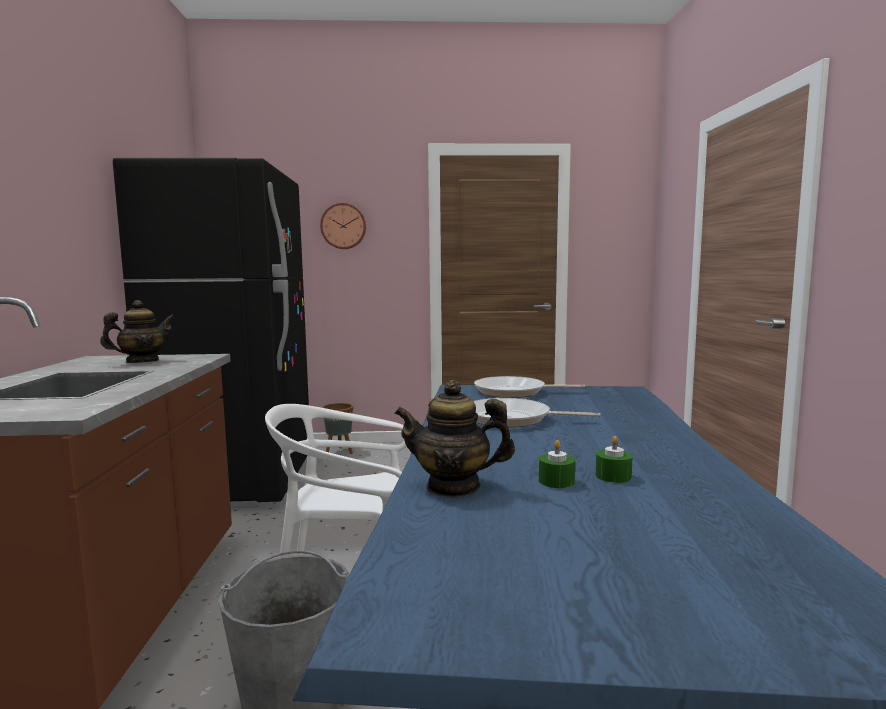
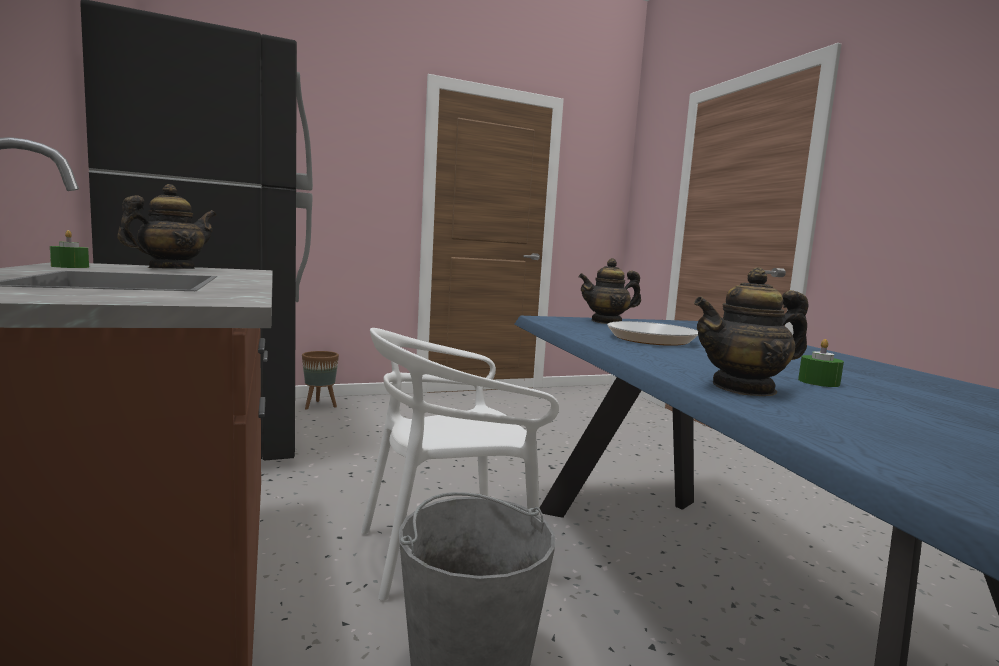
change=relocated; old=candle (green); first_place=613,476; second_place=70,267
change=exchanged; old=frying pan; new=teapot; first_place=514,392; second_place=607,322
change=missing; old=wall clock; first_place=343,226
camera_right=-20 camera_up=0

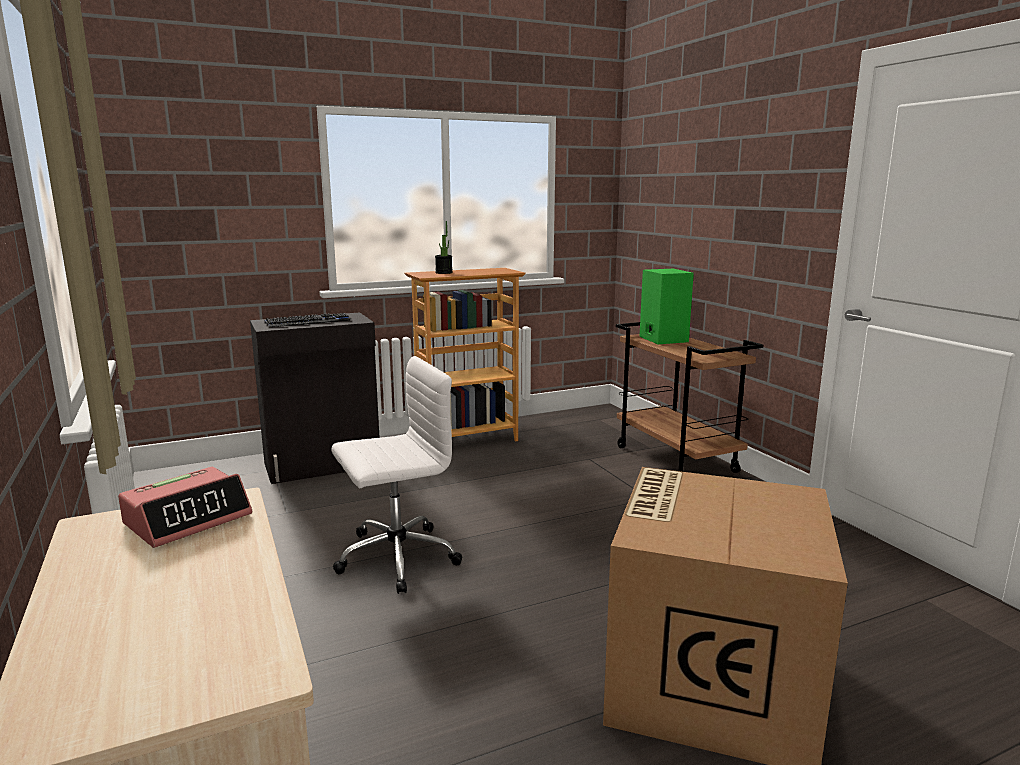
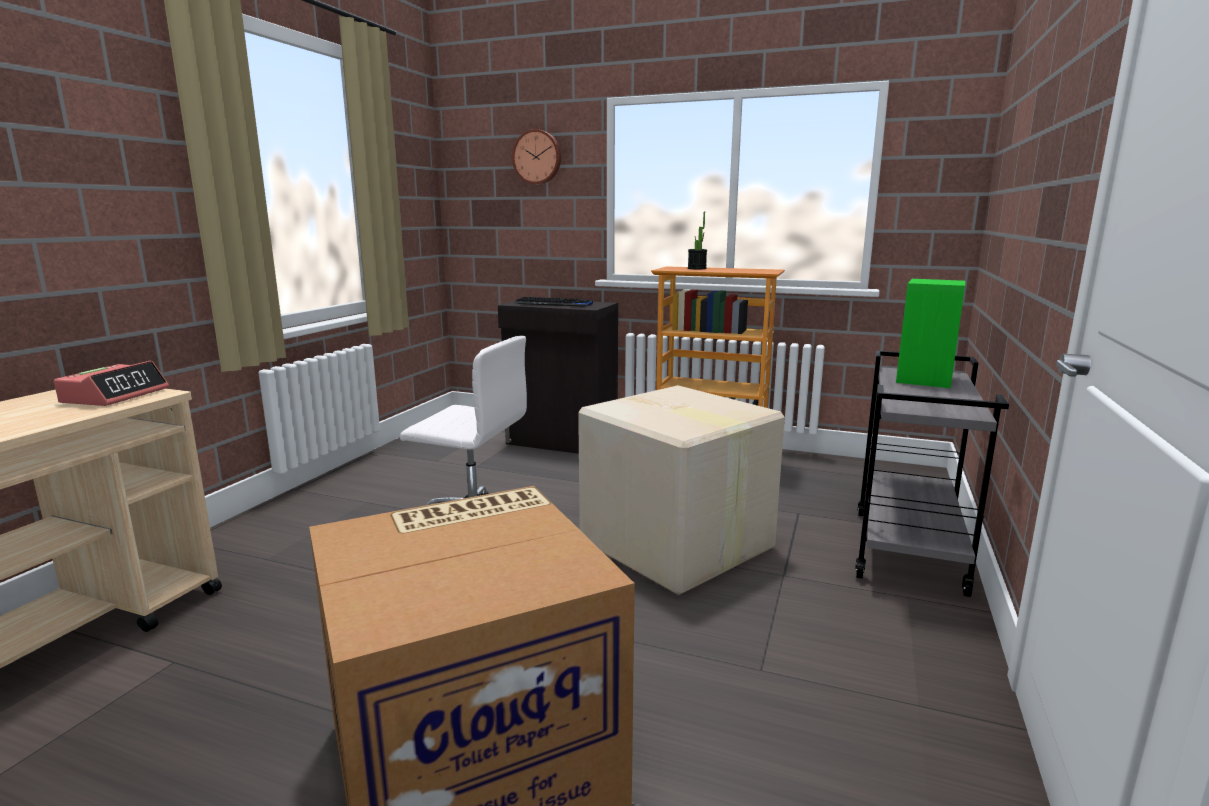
change=spun; old=alarm clock; first_place=188,519; second_place=116,396; degrees=-75
change=appeared; new=wall clock; second_place=537,157
change=appeared; new=cardboard box; second_place=676,546
change=colour; old=cart (brown); new=cart (grey); first_place=677,459; second_place=909,551
camera_right=45 camera_up=0

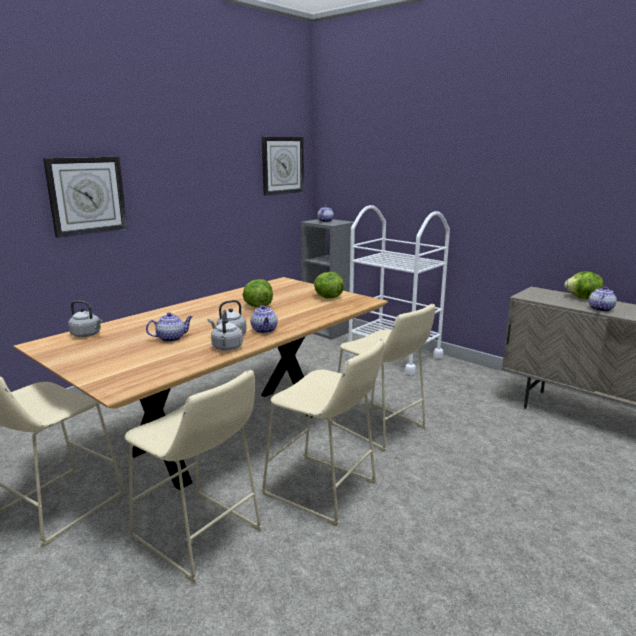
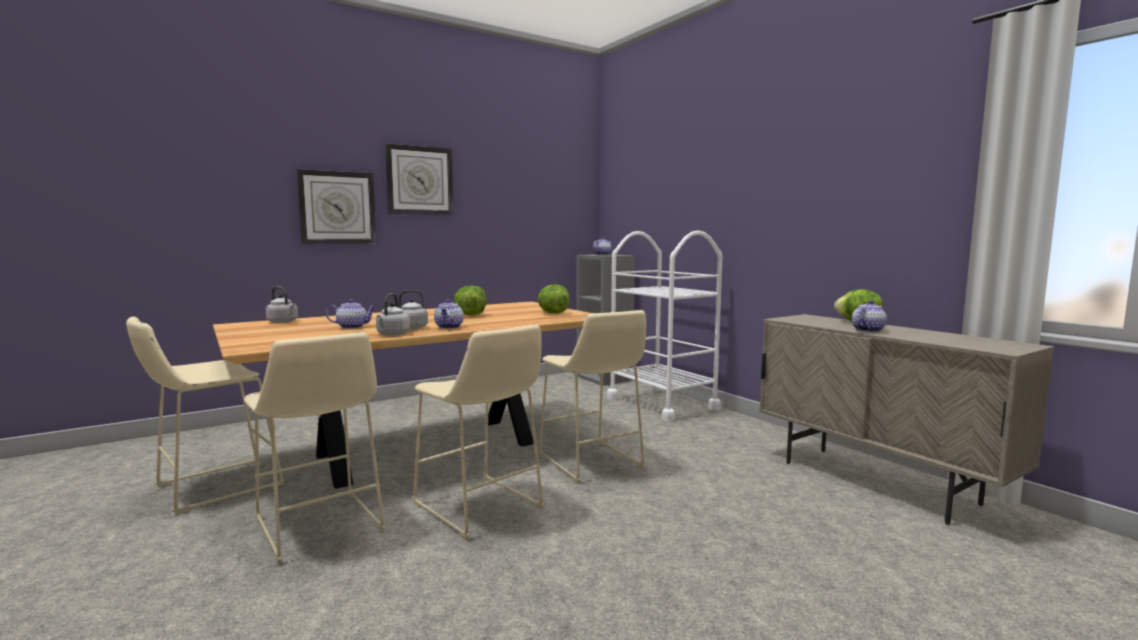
change=relocated; old=wall clock; first_place=282,165; second_place=419,180
camera_right=15 camera_up=-10

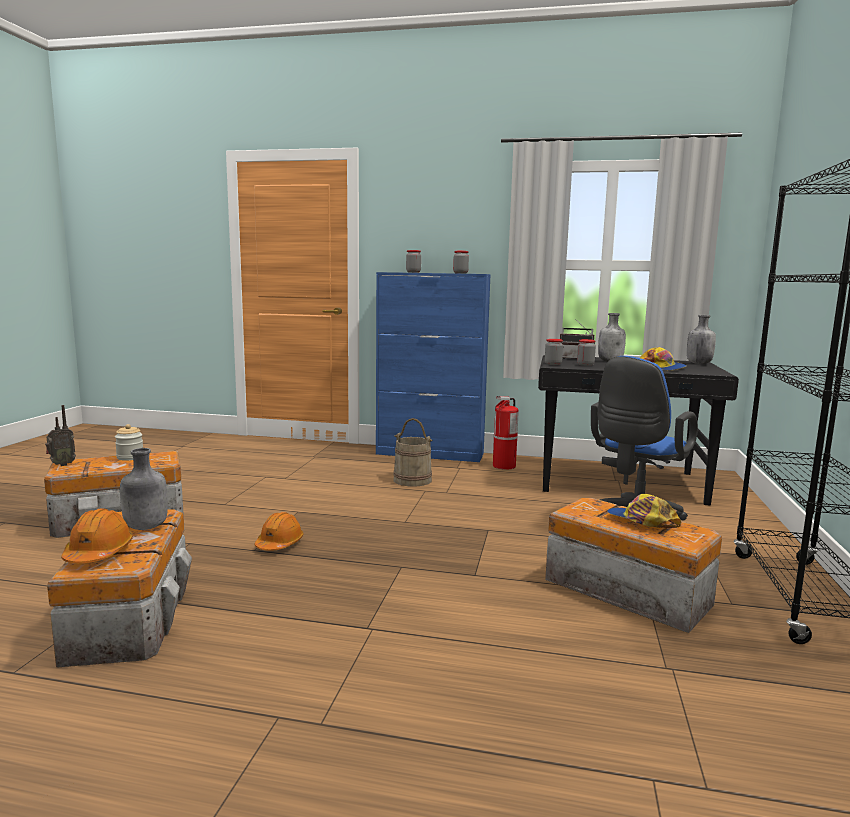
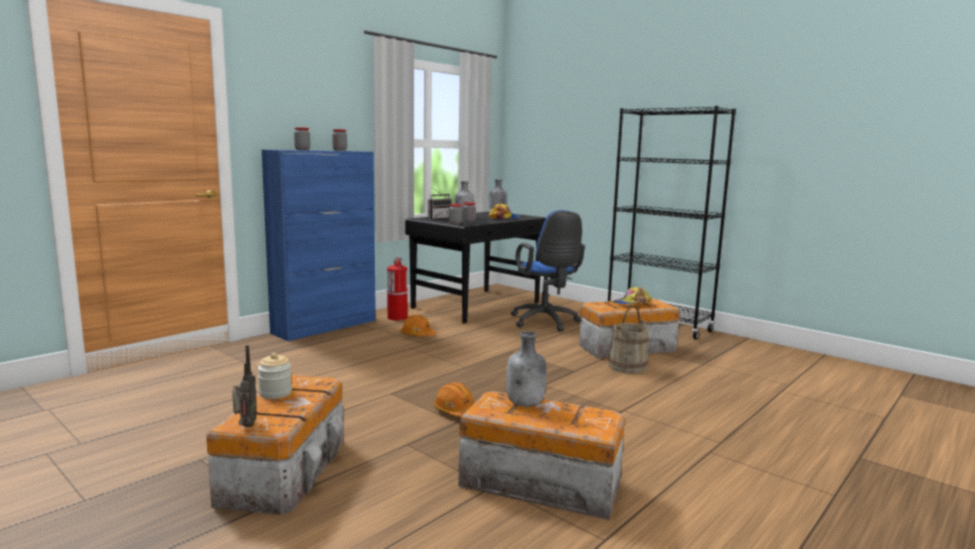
change=relocated; old=hard hat (orange); first_place=99,553; second_place=417,335
change=relocated; old=bucket (beige); first_place=412,480; second_place=627,366
camera_right=-60 camera_up=0

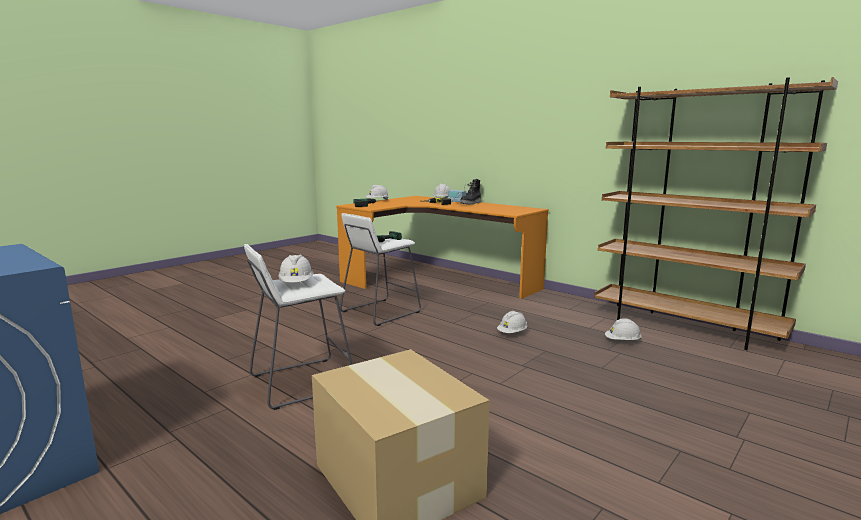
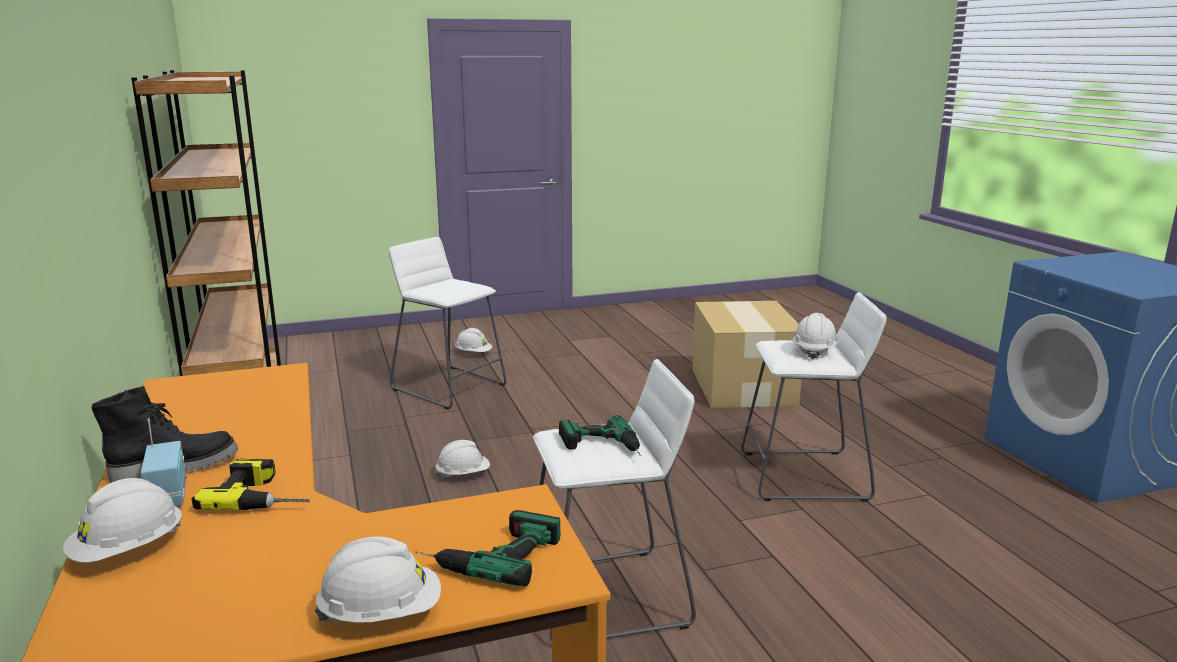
change=appeared; new=stool (white); second_place=449,387
change=relocated; old=hard hat (white); first_place=622,342; second_place=473,353
camera_right=-150 camera_up=5

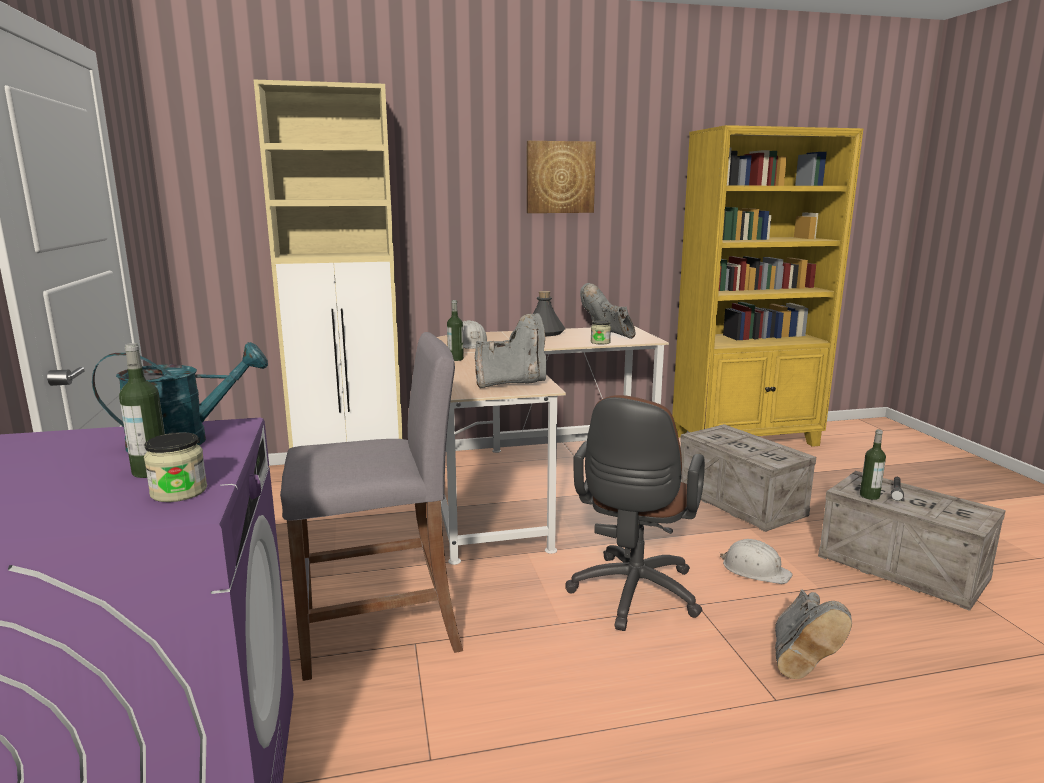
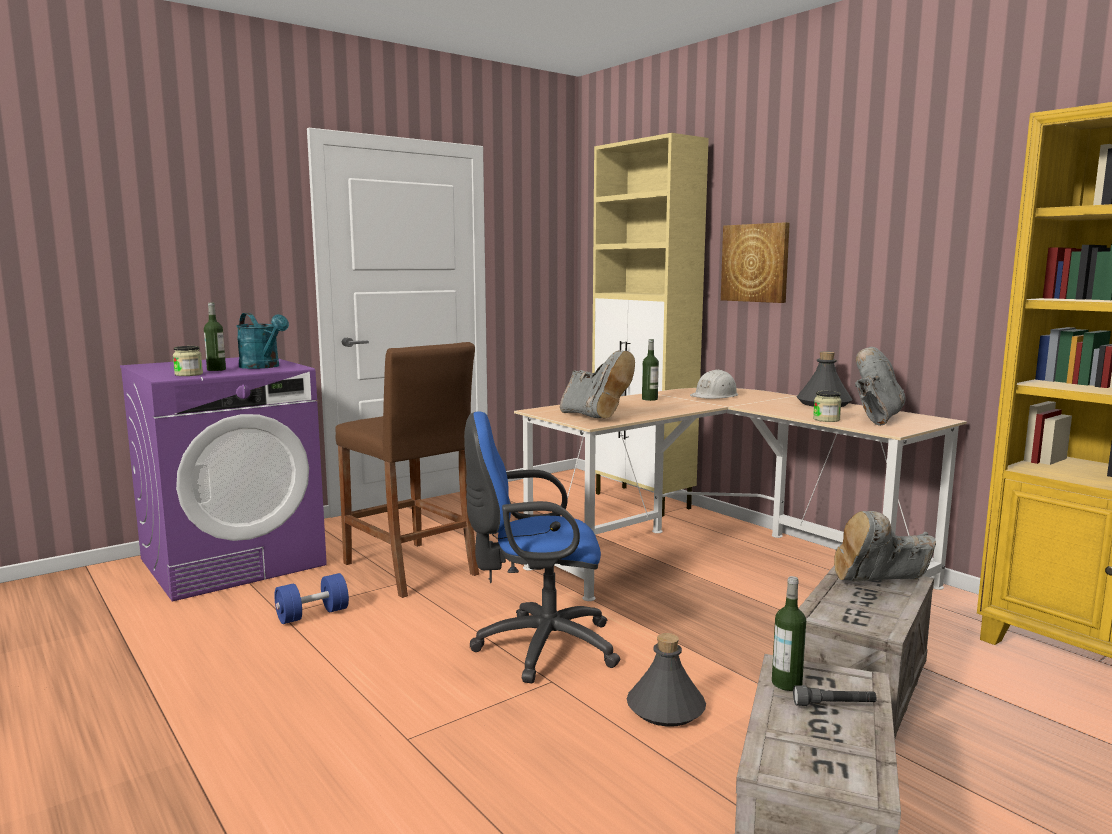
change=appeared; new=dumbbell (blue); second_place=312,615
change=colour; old=stool (grey); new=stool (brown); first_place=381,631; second_place=410,569
change=colour; old=office chair (brown); new=office chair (blue); first_place=632,596; second_place=538,647
change=exchanged; old=hard hat (white); new=bottle (grey); first_place=755,570; second_place=666,709
change=relocated; old=picture; first_place=560,177; second_place=755,263
change=relocated; old=boot (grey); first_place=800,661; second_place=879,586
camera_right=65 camera_up=-5

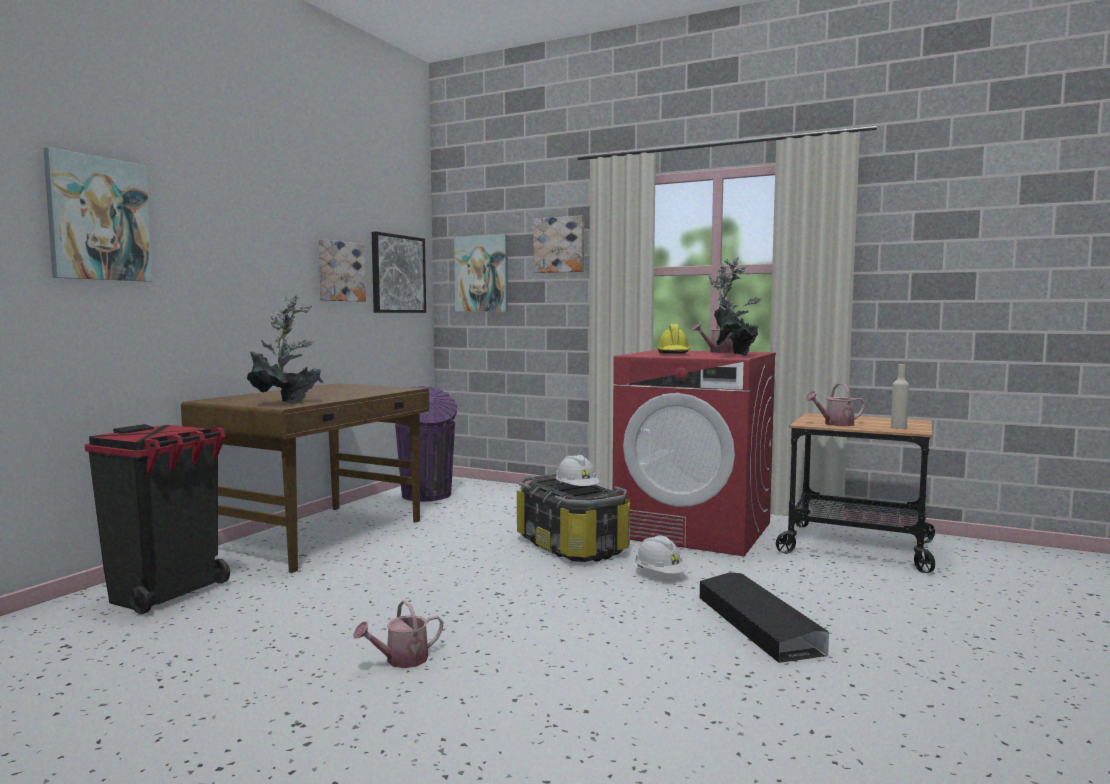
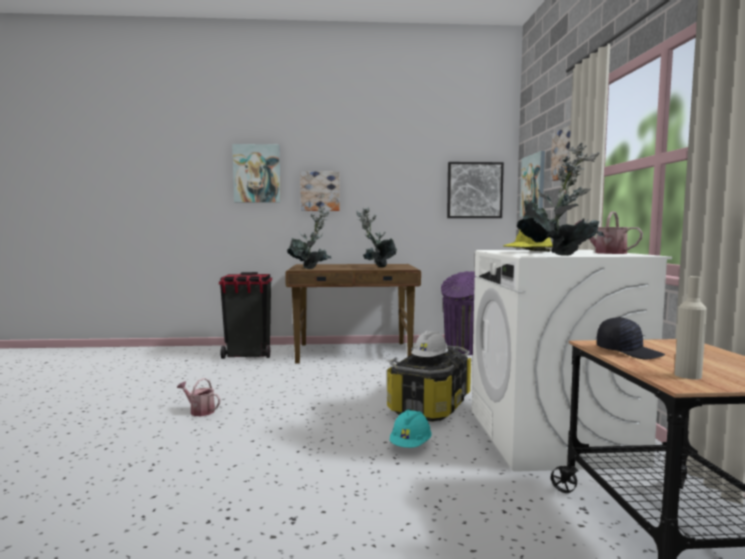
change=relocated; old=picture; first_place=340,271; second_place=320,191
change=appeared; new=potted plant; second_place=376,267
change=colour; old=hard hat (white); new=hard hat (turquoise); first_place=660,574; second_place=410,445
change=colour; old=washing machine (red); new=washing machine (white); first_place=694,530; second_place=551,437
change=exchanged; old=watering can; new=cap (black); first_place=835,424; second_place=628,352
change=missing; old=storage box (black); first_place=757,624
camera_right=60 camera_up=0

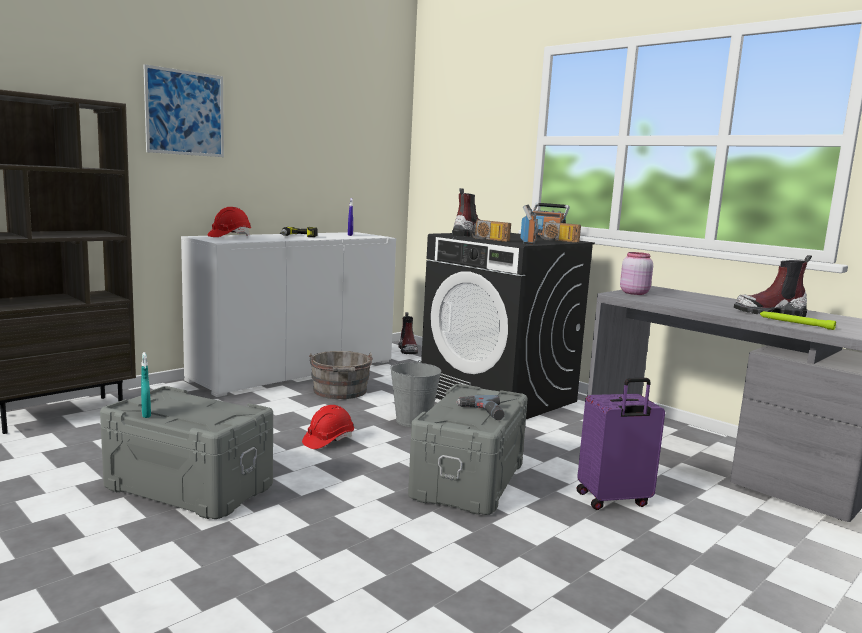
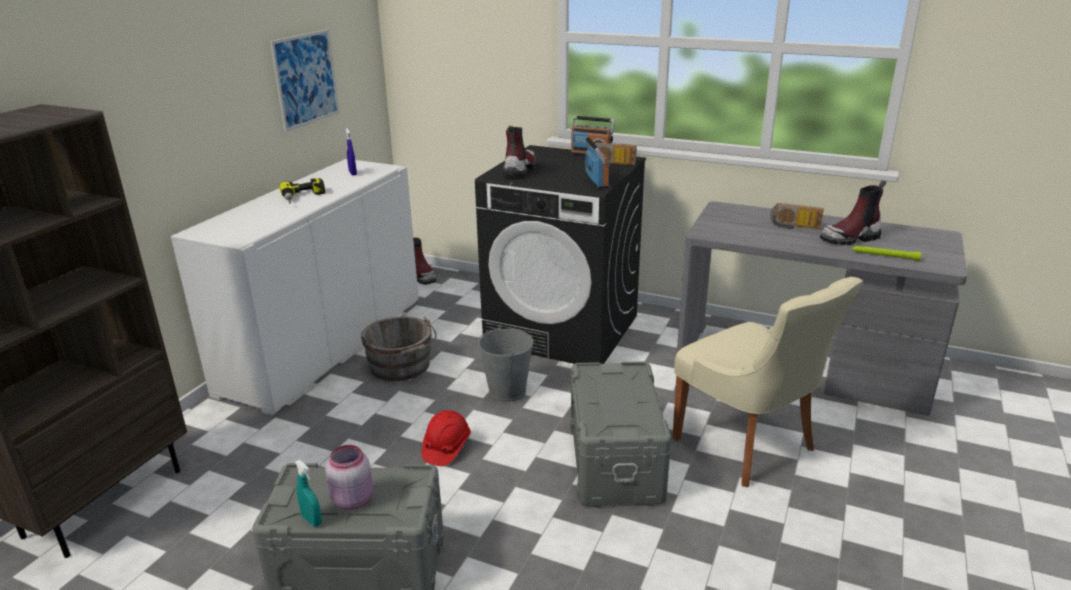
change=relocated; old=picture; first_place=185,113; second_place=306,79
change=relocated; old=jar (pink); first_place=634,293; second_place=352,499
change=exchanged; old=suitcase (purple); new=chair (beige); first_place=613,500; second_place=747,446
change=relocated; old=radio; first_place=488,239; second_place=794,226
change=missing; old=hard hat (red); first_place=229,236
change=missing; old=power drill; first_place=482,413
camera_right=-20 camera_up=15

